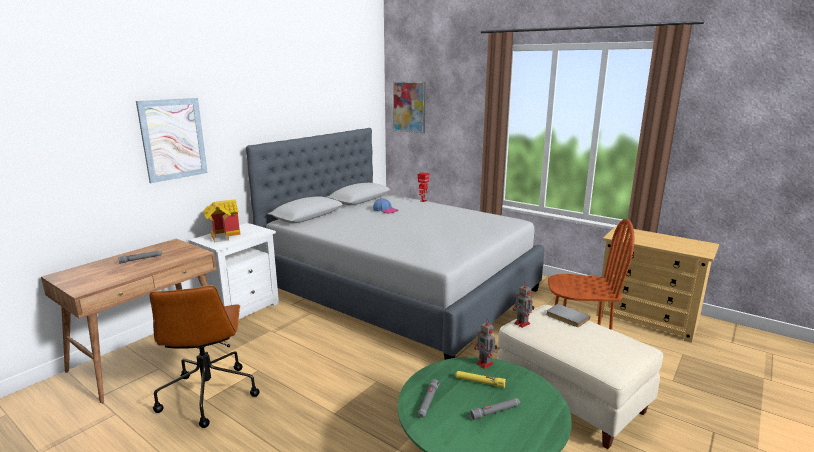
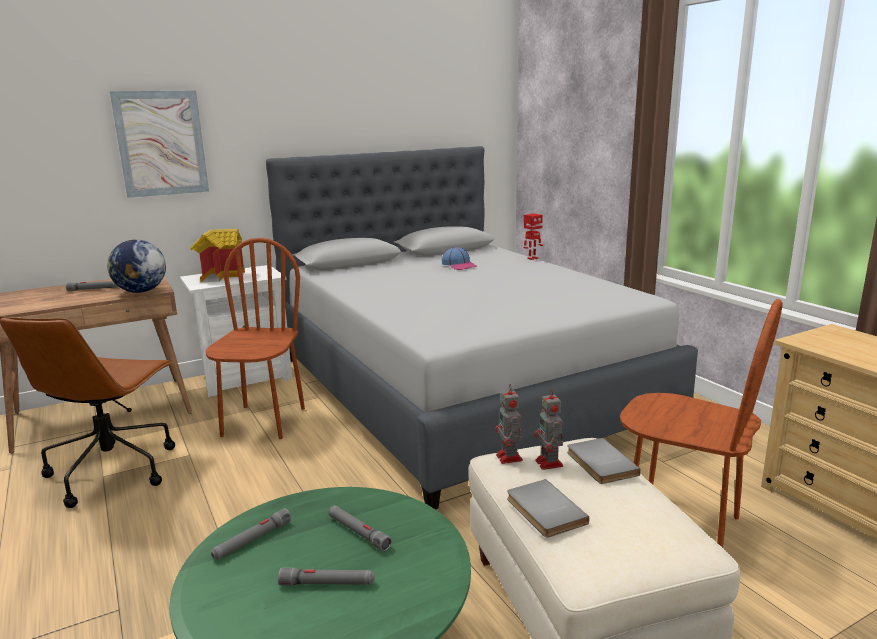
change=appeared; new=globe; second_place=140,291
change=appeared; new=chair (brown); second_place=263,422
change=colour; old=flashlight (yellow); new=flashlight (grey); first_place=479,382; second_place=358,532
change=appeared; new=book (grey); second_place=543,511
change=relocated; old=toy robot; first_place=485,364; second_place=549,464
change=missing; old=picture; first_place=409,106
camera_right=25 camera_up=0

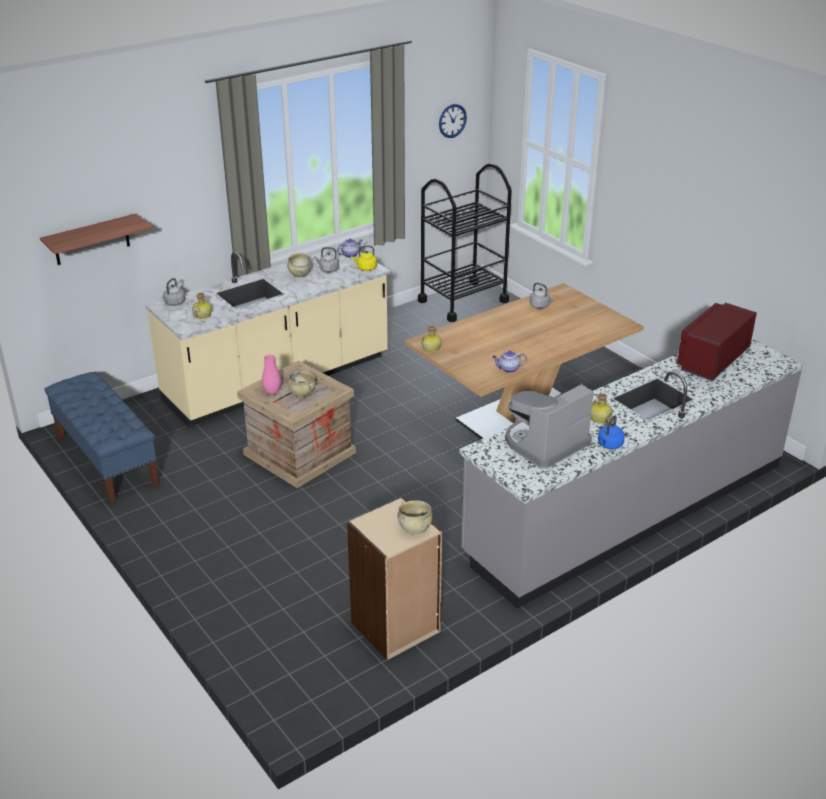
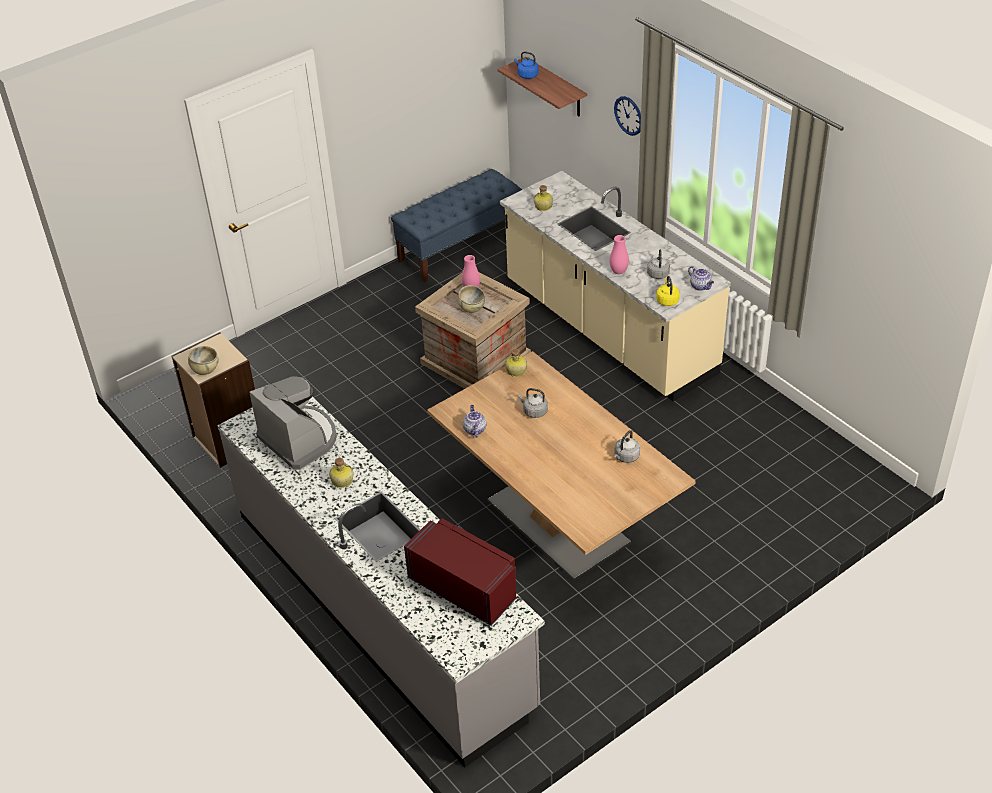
change=relocated; old=kettle (blue); first_place=609,445; second_place=527,75
change=relocated; old=kettle (grey); first_place=173,303; second_place=534,411
change=appeared; new=vase (pink); second_place=618,271
change=relocated; old=wall clock; first_place=452,120; second_place=628,115
change=missing; old=bowl (beige); first_place=300,274
change=missing; old=cart (black); first_place=463,301
camera_right=90 camera_up=10

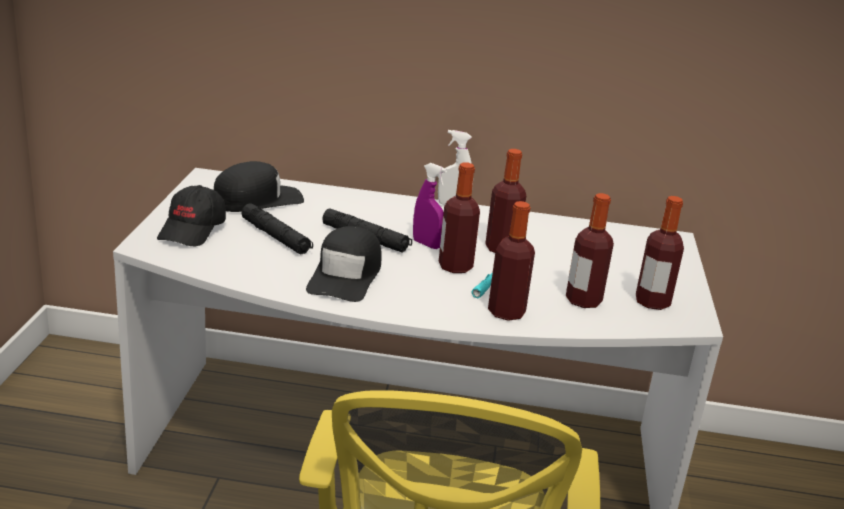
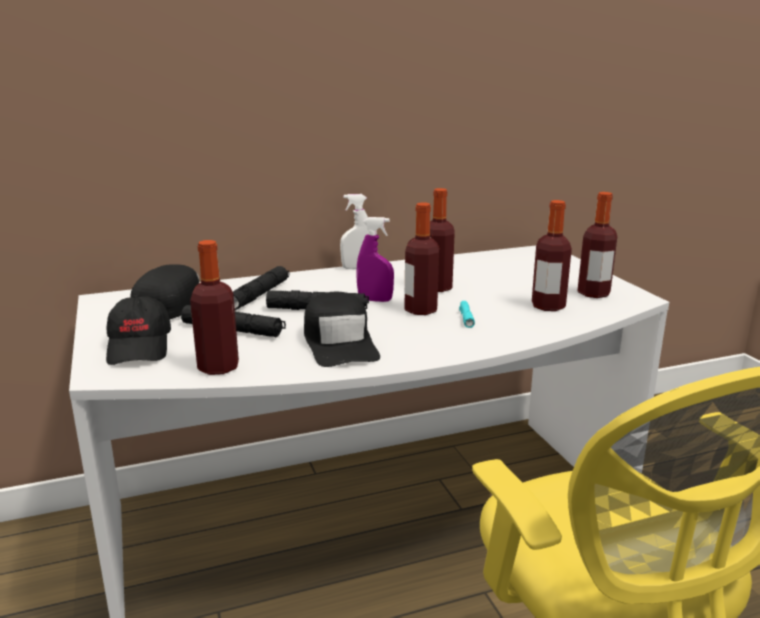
change=relocated; old=bottle; first_place=506,312; second_place=218,367
change=appeared; new=flashlight (black); second_place=259,295
camera_right=-25 camera_up=-5

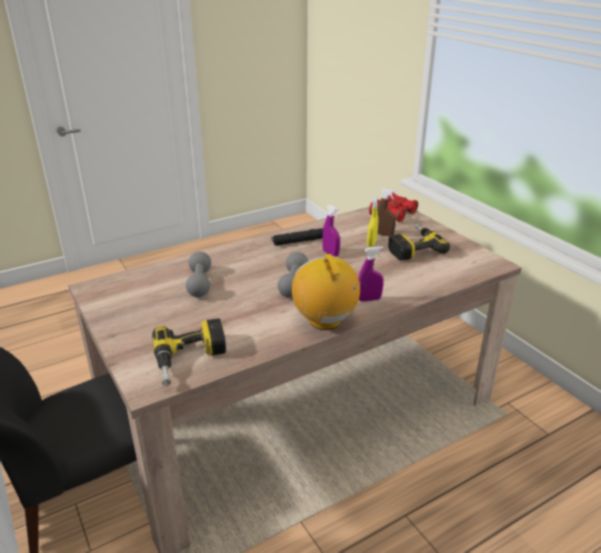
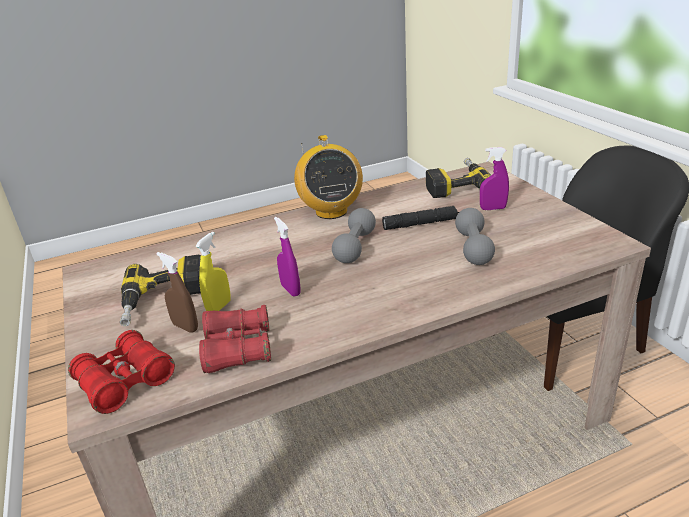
change=appeared; new=binoculars (red); second_place=238,349
change=relocated; old=flashlight (black); first_place=300,241; second_place=421,224
change=relocated; old=spray bottle (purple); first_place=369,299; second_place=493,208
camera_right=-170 camera_up=0

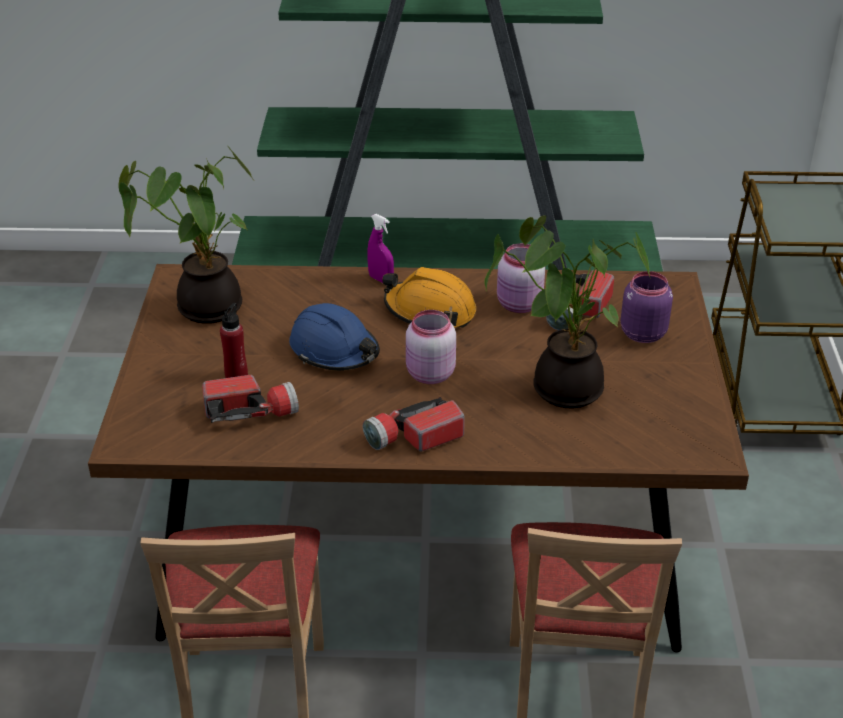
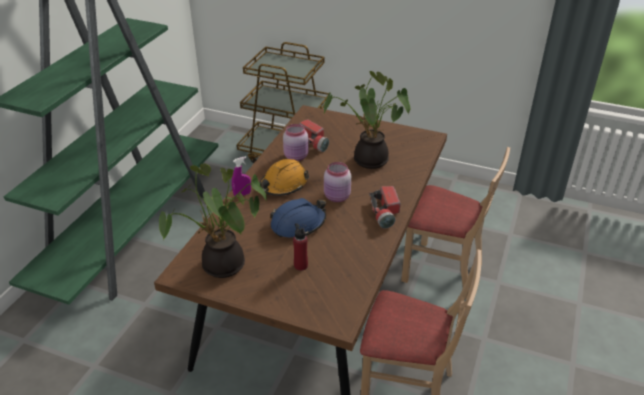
change=missing; old=flashlight; first_place=251,412
change=missing; old=jar (purple); first_place=641,333
camera_right=-70 camera_up=0

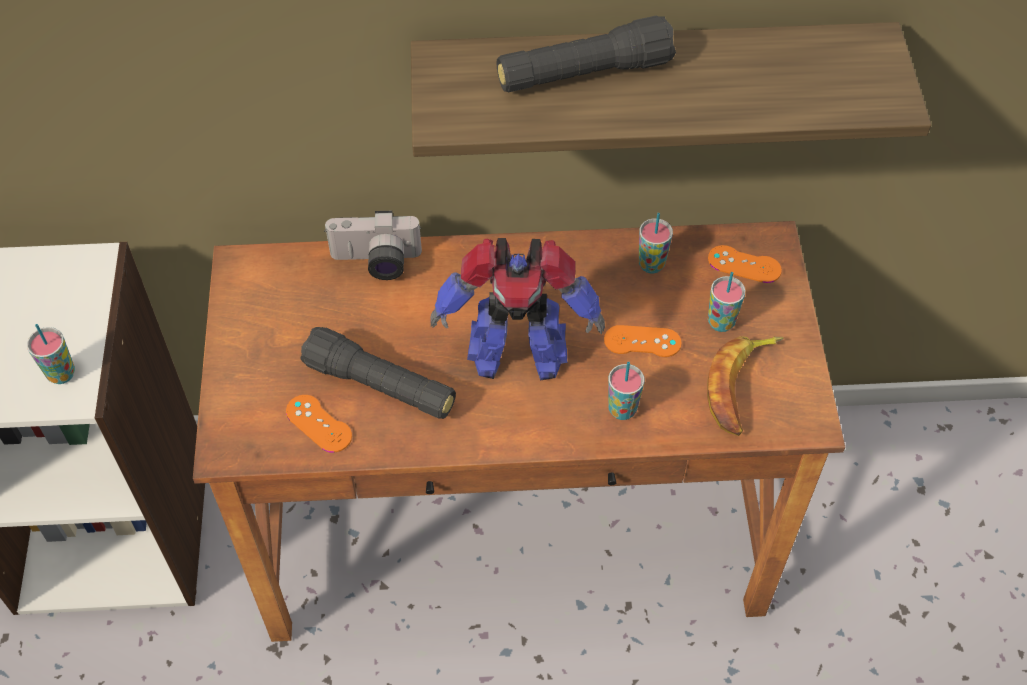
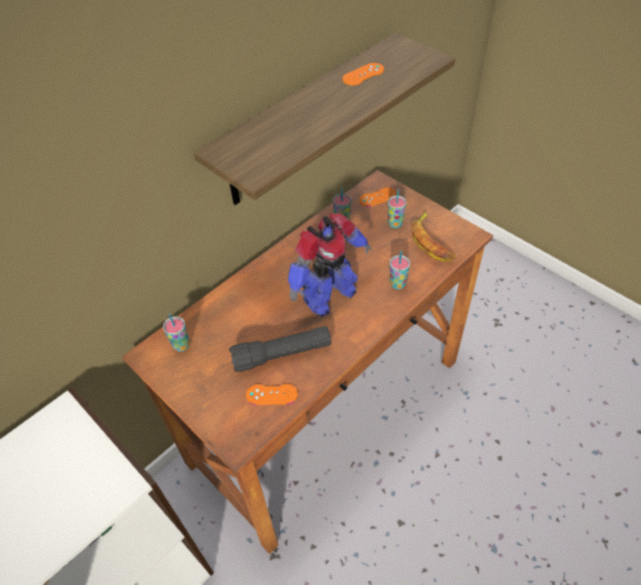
change=relocated; old=cup; first_place=61,374; second_place=181,345
change=relocated; old=game controller (orange); first_place=642,341; second_place=363,74
change=missing; old=photo camera; first_place=376,263
change=missing; old=flashlight (black); first_place=584,73
camera_right=-40 camera_up=-5

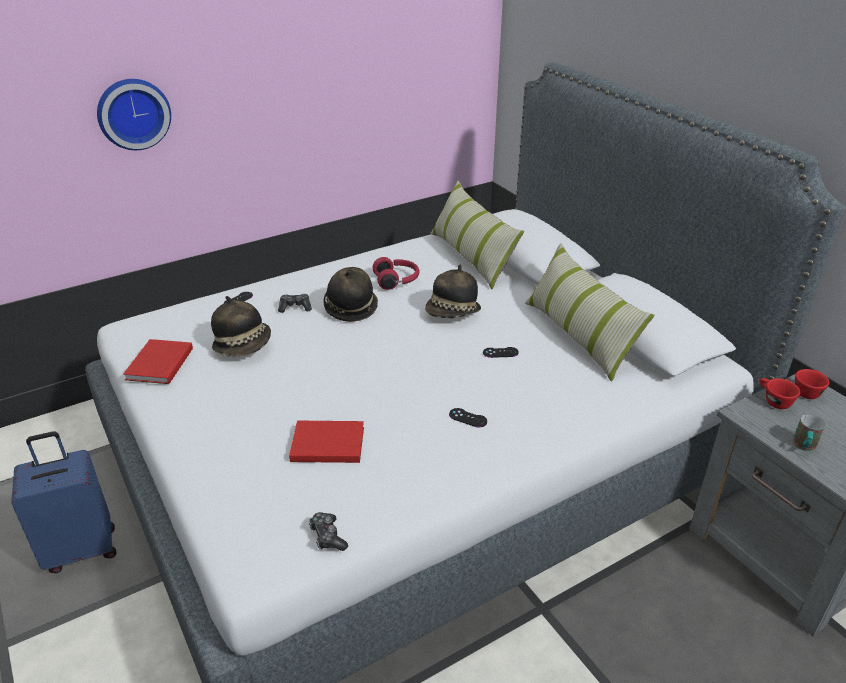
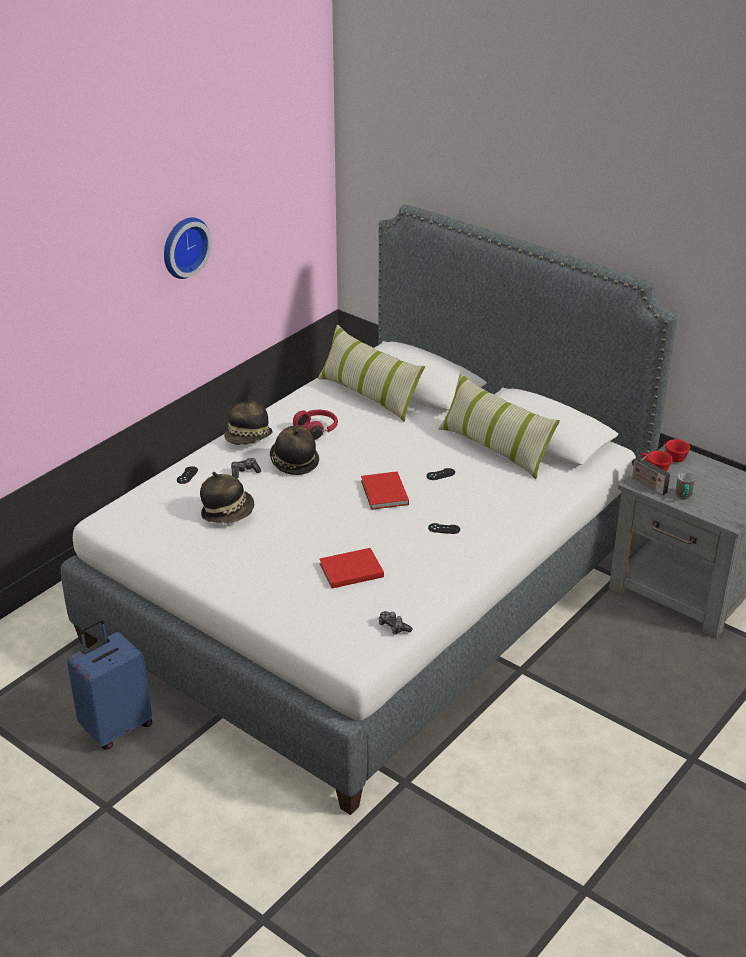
change=relocated; old=wall clock; first_place=133,113; second_place=183,246
change=relocated; old=hat; first_place=453,313; second_place=249,439
change=relocated; old=book (red); first_place=158,365; second_place=384,493
change=appeared; new=radio; second_place=647,485
camera_right=-20 camera_up=0

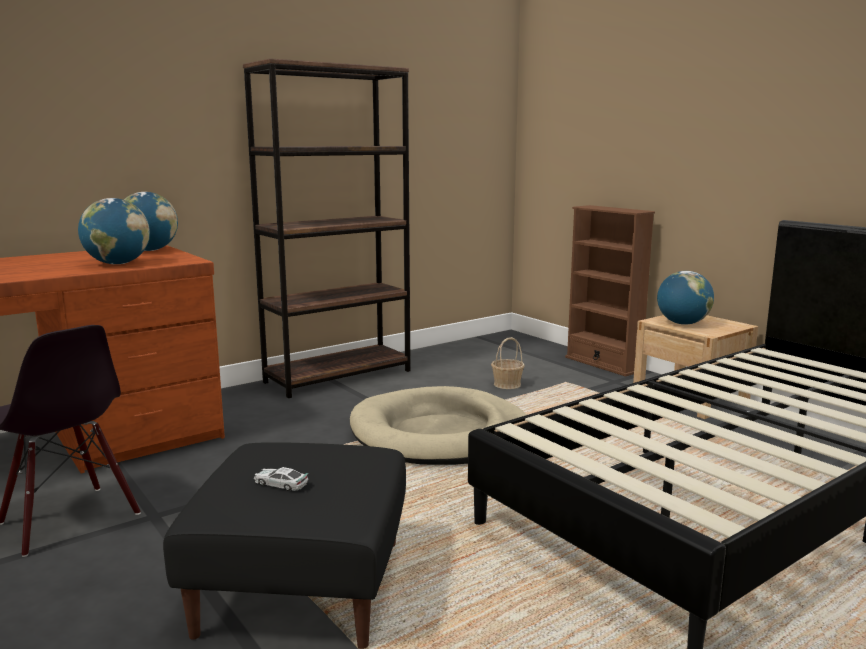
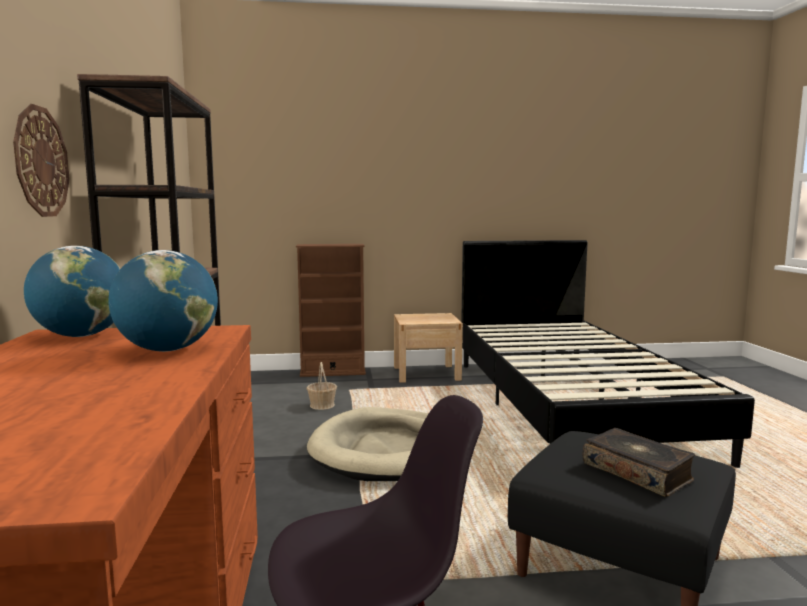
change=appeared; new=wall clock; second_place=41,162
change=exchanged; old=toy car; new=book; first_place=281,484; second_place=637,472
change=missing; old=globe; first_place=682,323
camera_right=-60 camera_up=-5

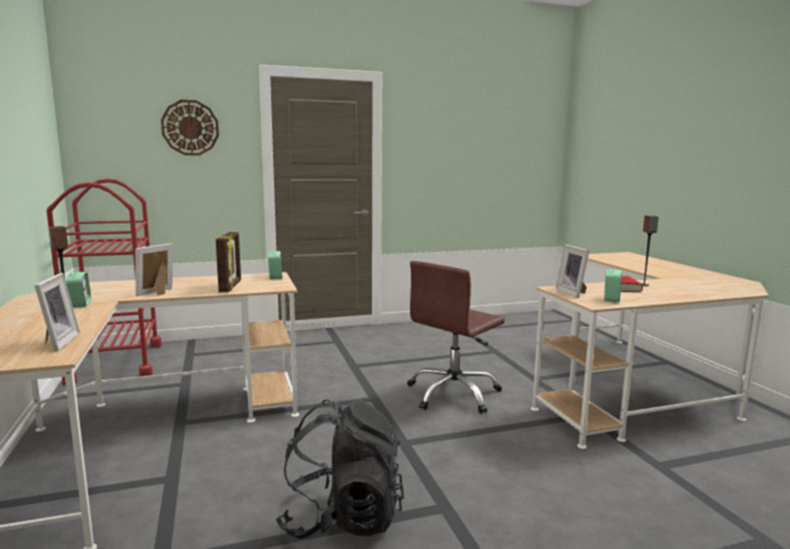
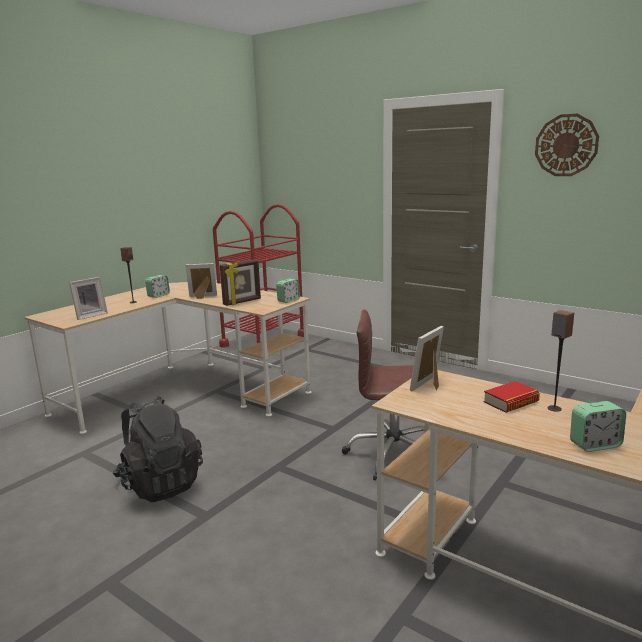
change=relocated; old=wall clock; first_place=190,128; second_place=566,145
change=relocated; old=alarm clock; first_place=611,299; second_place=595,445
camera_right=55 camera_up=5

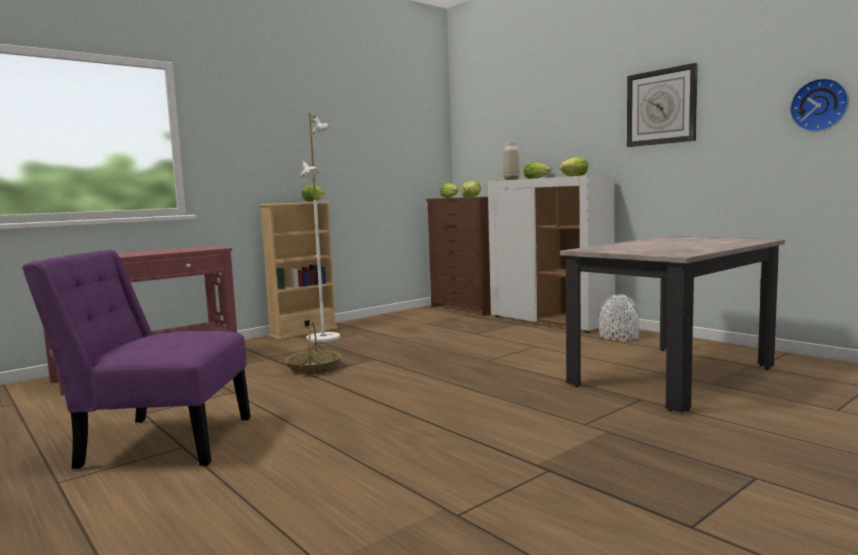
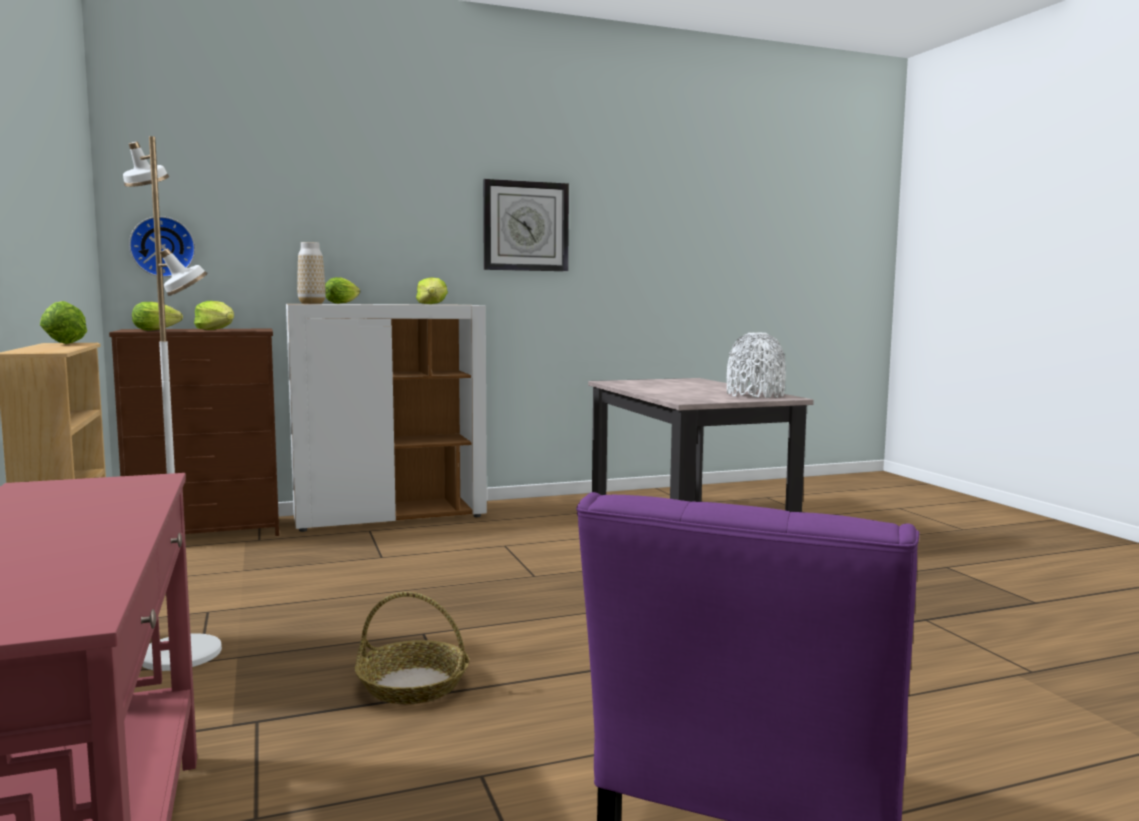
change=relocated; old=wall clock; first_place=820,105; second_place=163,247
change=relocated; old=vase (white); first_place=619,336; second_place=755,395
camera_right=-70 camera_up=0

